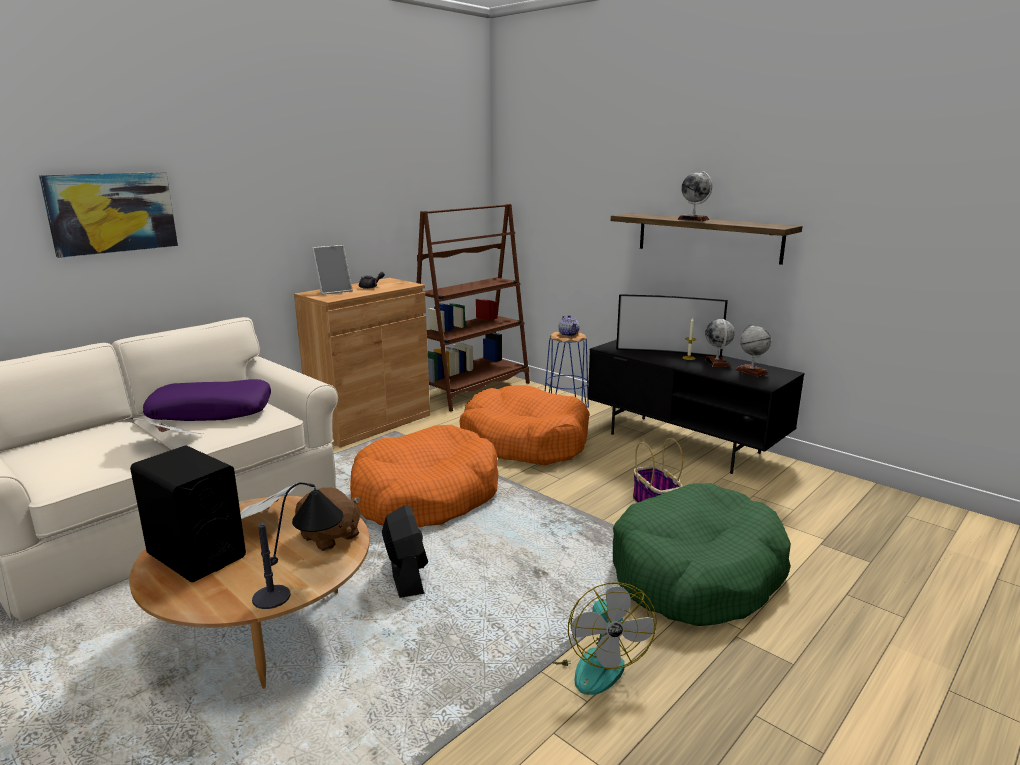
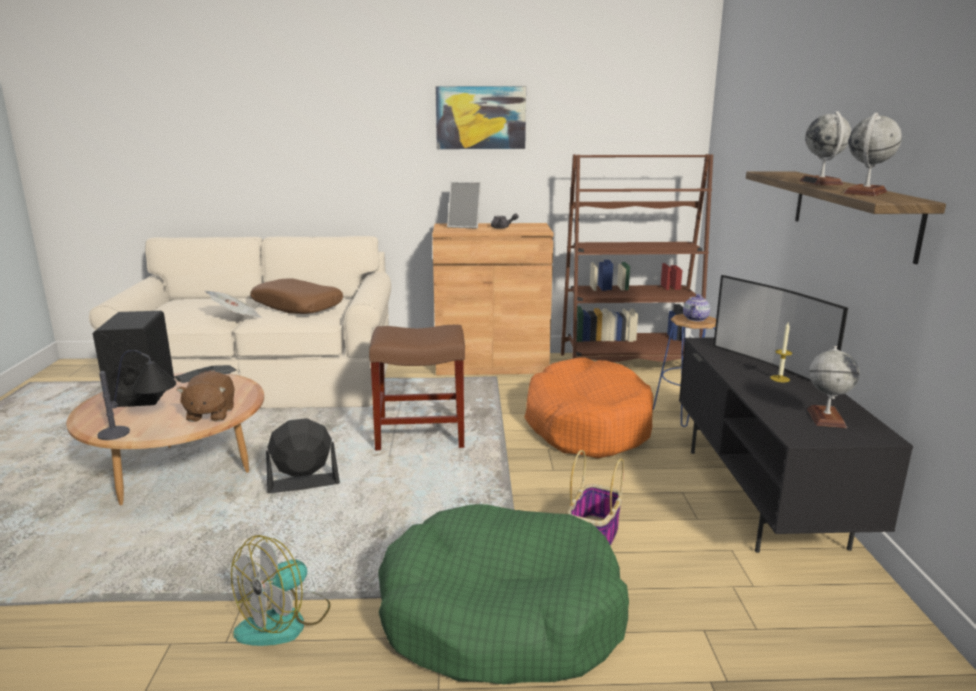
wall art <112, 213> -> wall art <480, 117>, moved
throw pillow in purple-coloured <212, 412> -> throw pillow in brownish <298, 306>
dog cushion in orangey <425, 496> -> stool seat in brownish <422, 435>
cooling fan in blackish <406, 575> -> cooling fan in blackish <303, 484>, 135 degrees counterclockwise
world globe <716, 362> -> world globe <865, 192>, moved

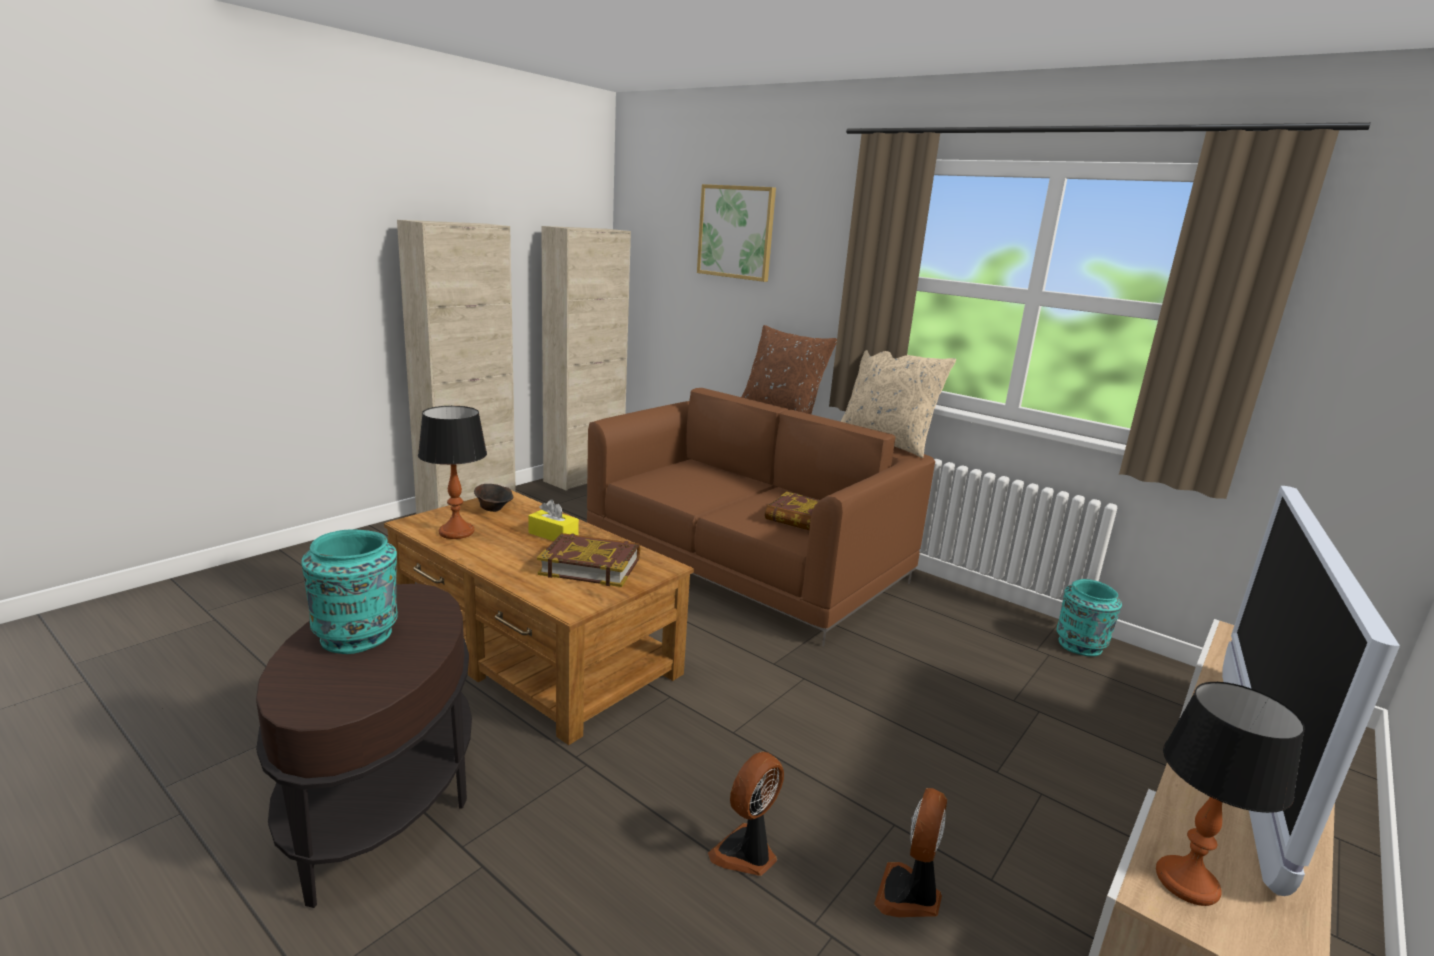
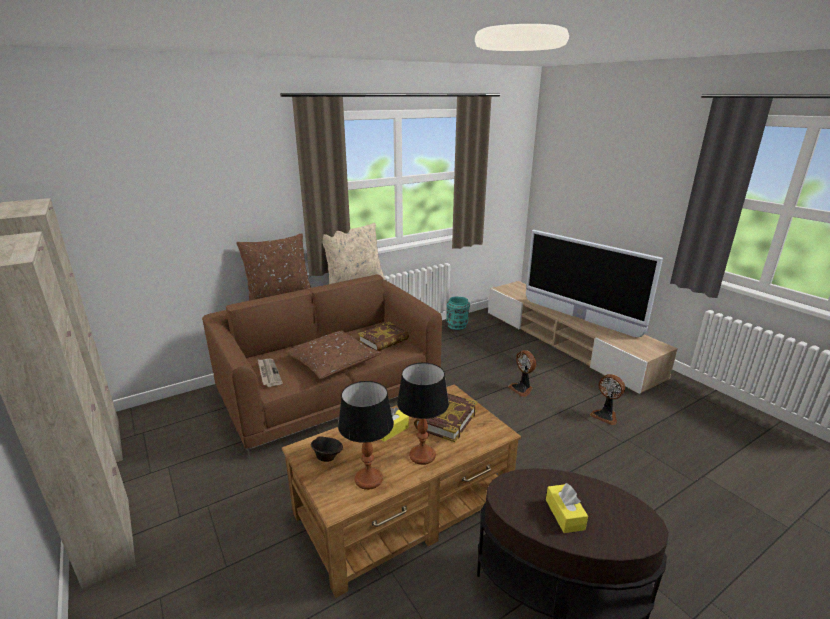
flower vase in turquoise <358, 637> -> tissue box in yellowish <564, 514>
wall art <736, 232> -> none
cooling fan <747, 854> -> cooling fan <522, 389>, moved
table lamp <1186, 882> -> table lamp <422, 456>, moved
none -> daily paper <268, 373>
none -> throw pillow in brownish <333, 362>

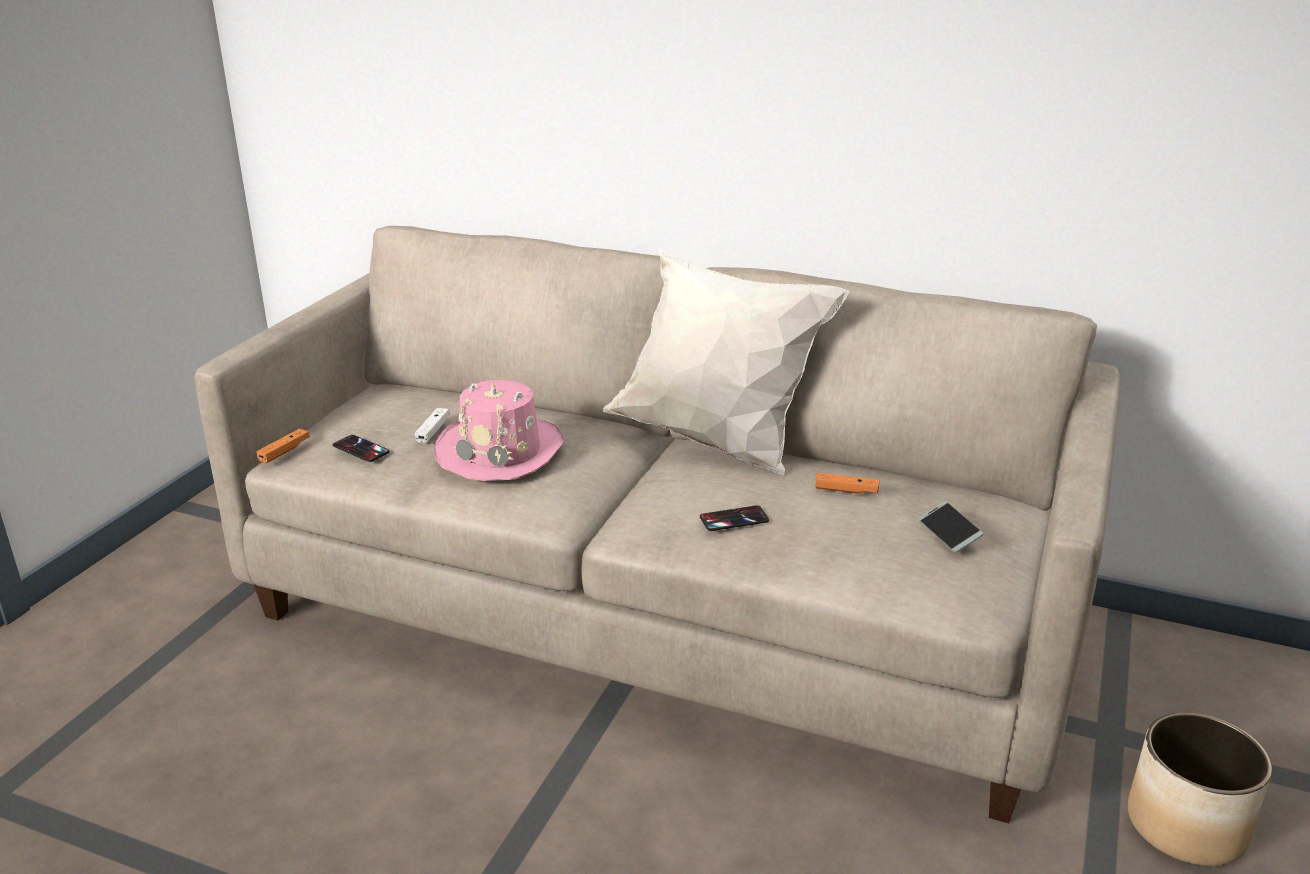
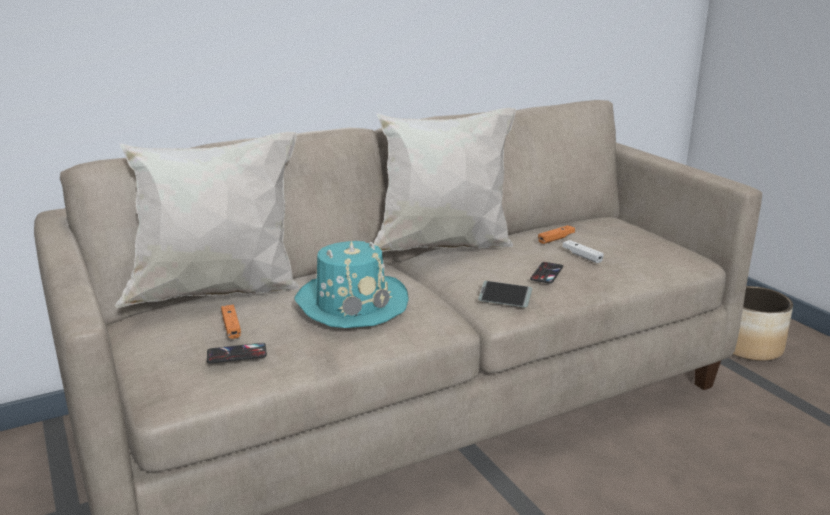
gamepad in orangey <284, 451> -> gamepad in orangey <231, 326>, moved
gamepad in white <433, 431> -> gamepad in white <582, 256>, moved
wearable hat in pink <501, 451> -> wearable hat in turquoise <351, 303>
phone <949, 533> -> phone <505, 299>, moved
none -> throw pillow in white <219, 294>

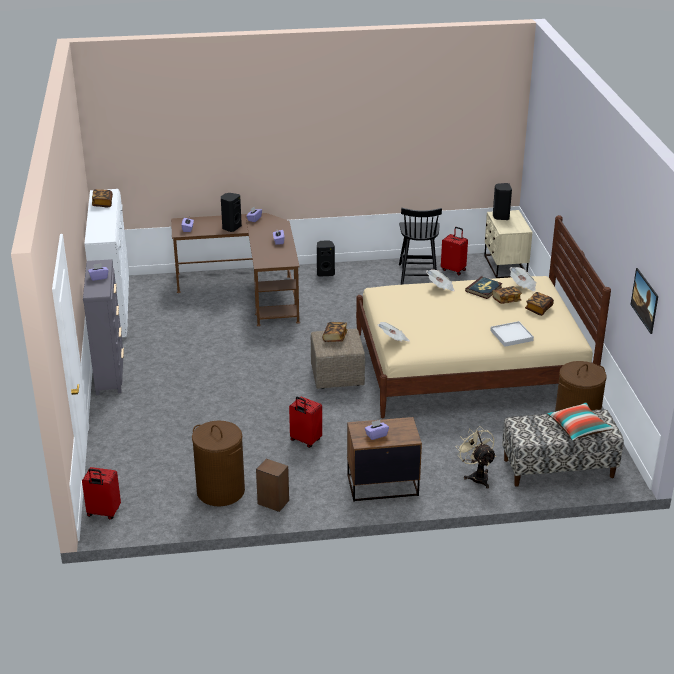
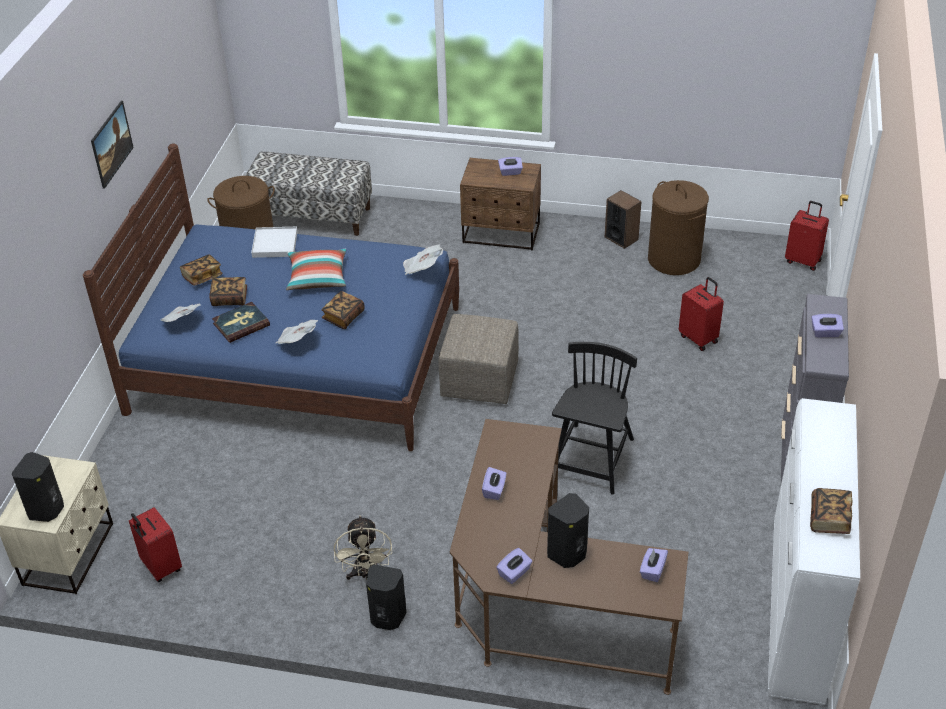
suitcase in red <305, 440> -> suitcase in red <699, 338>, moved
volume <335, 337> -> volume <343, 317>, moved
bedroom bed in beige-coloured <470, 366> -> bedroom bed in blue <298, 359>
upright chair in blackish <418, 275> -> upright chair in blackish <592, 460>, moved
cooling fan in beige-coloured <477, 476> -> cooling fan in beige-coloured <366, 574>, moved
throw pillow <578, 428> -> throw pillow <317, 277>, moved
wall art <643, 309> -> wall art <114, 156>, moved

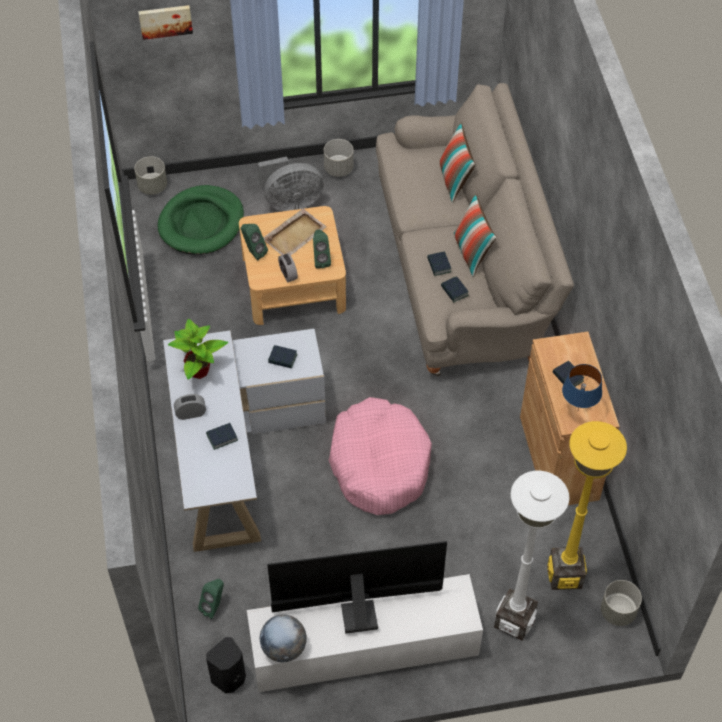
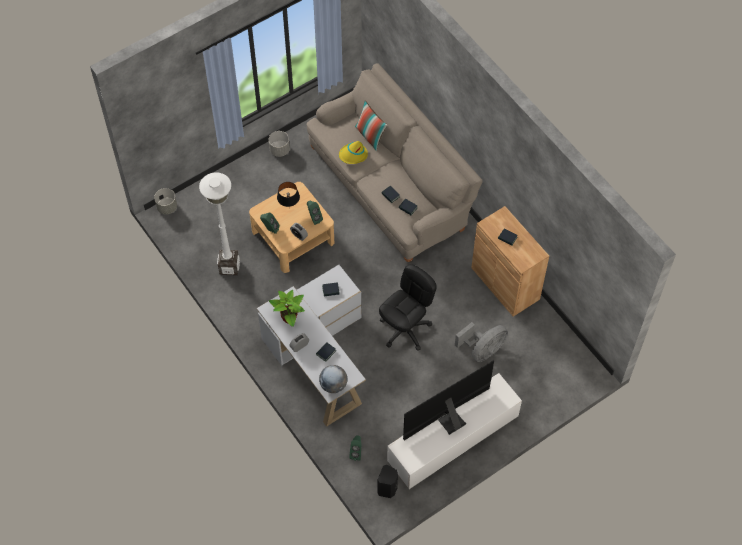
wall art <165, 20> -> none
dog cushion in green-coloured <201, 223> -> none
cooling fan in grey <291, 202> -> cooling fan in grey <483, 350>, moved
world globe <284, 648> -> world globe <333, 385>, moved
tray in beige-coloured <295, 234> -> table lamp in blackish <289, 208>
dog cushion in pink <379, 464> -> desk chair in blackish <405, 329>
throw pillow <472, 253> -> none
floor lamp in white <514, 621> -> floor lamp in white <229, 267>, moved
floor lamp in yellowish <564, 575> -> none
table lamp in blue <578, 411> -> none
planter in grey <618, 612> -> none
none -> wearable hat in yellowish <353, 155>

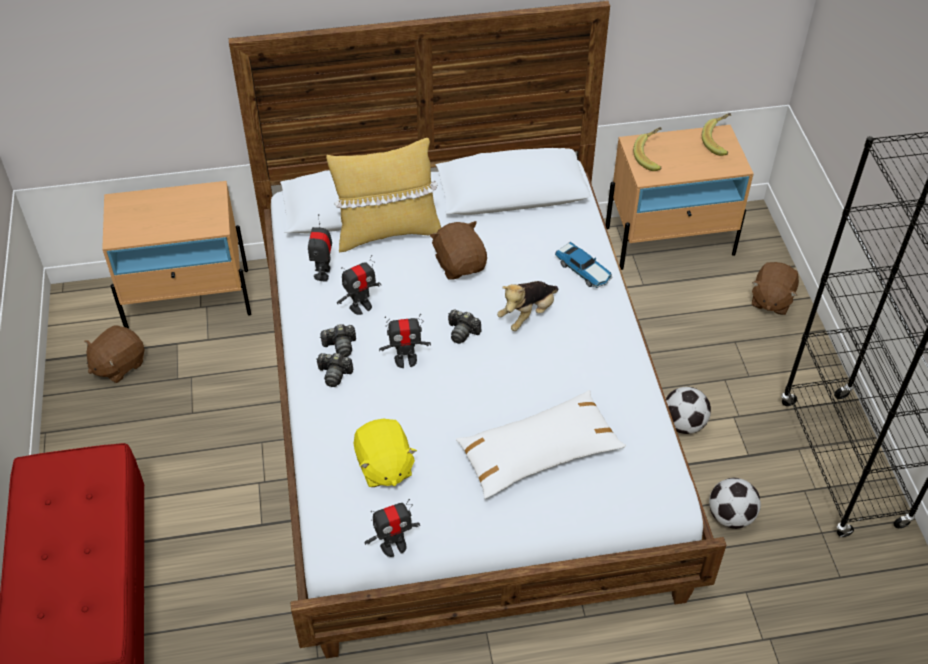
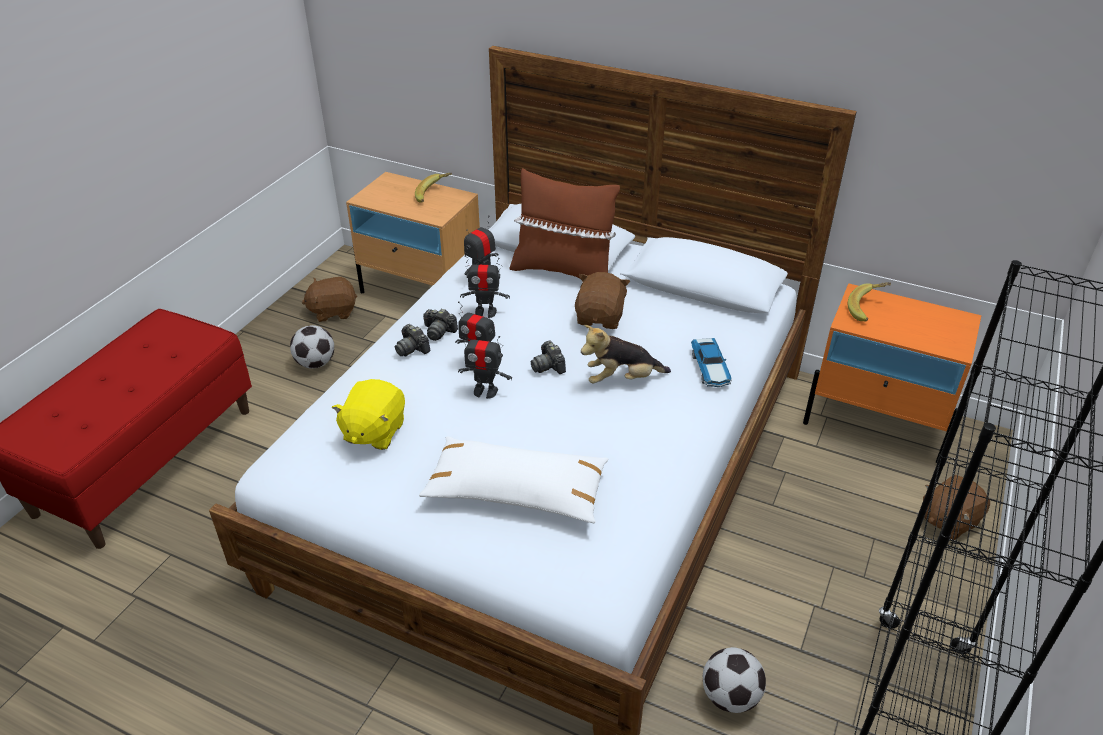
throw pillow in yellowish <387, 232> -> throw pillow in brownish <563, 271>
toy robot <393, 546> -> toy robot <485, 391>, moved
bedside table in beige-coloured <670, 241> -> bedside table in orangey <877, 422>
football ball <683, 424> -> football ball <315, 363>, moved
banana <719, 142> -> banana <434, 195>, moved

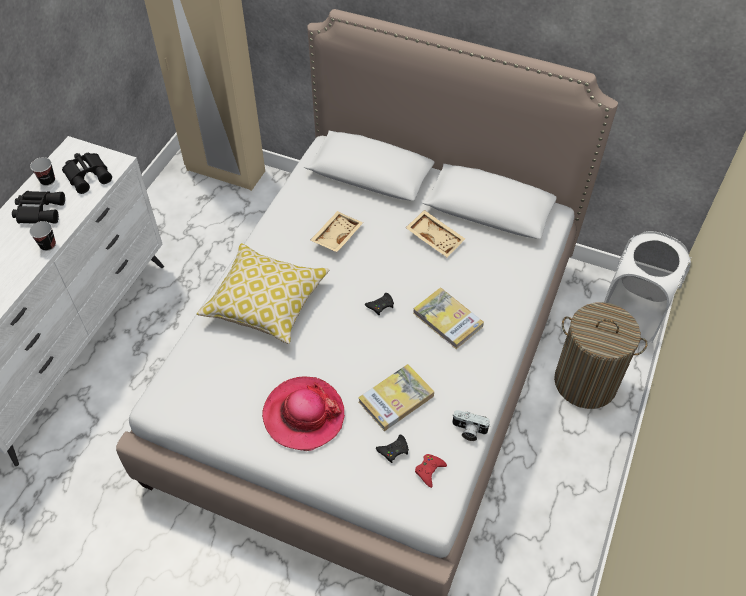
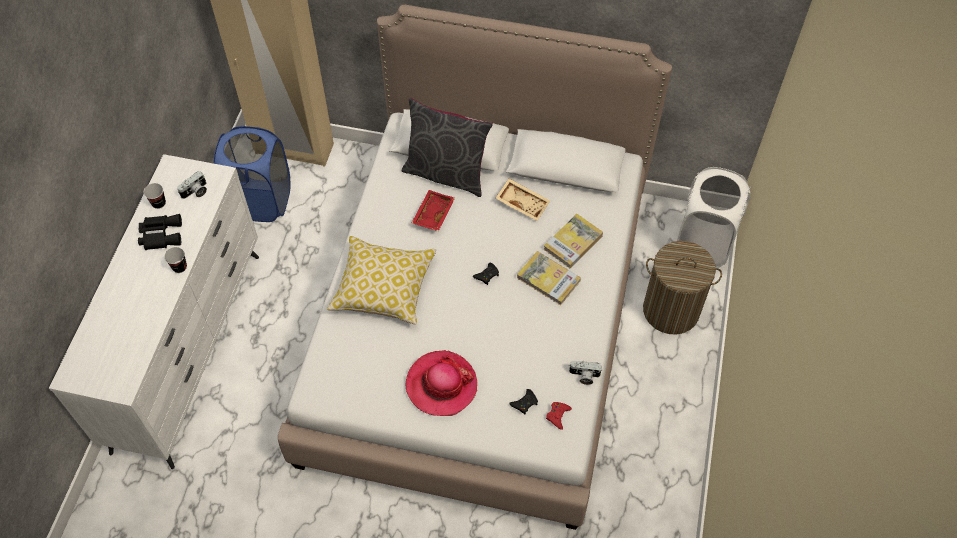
field glasses in blackish <88, 175> -> photo camera <195, 192>
tray in beige-coloured <336, 236> -> tray in red <432, 214>
volume <396, 399> -> volume <573, 242>, moved
none -> laundry basket in blue <261, 201>
none -> throw pillow in grey <446, 173>

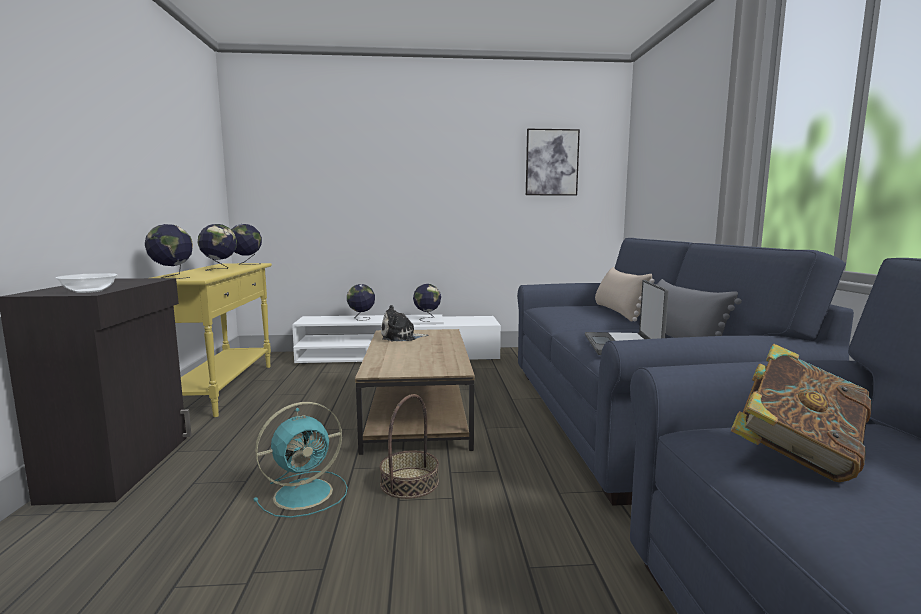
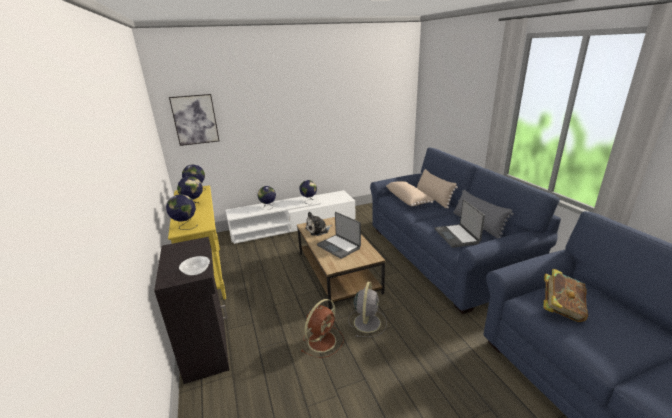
cooling fan in turquoise <306, 493> -> cooling fan in brownish <323, 340>
household basket <409, 482> -> cooling fan in grey <367, 322>
wall art <552, 162> -> wall art <195, 119>, moved
none -> laptop <339, 246>
none -> throw pillow in beige-coloured <408, 199>

